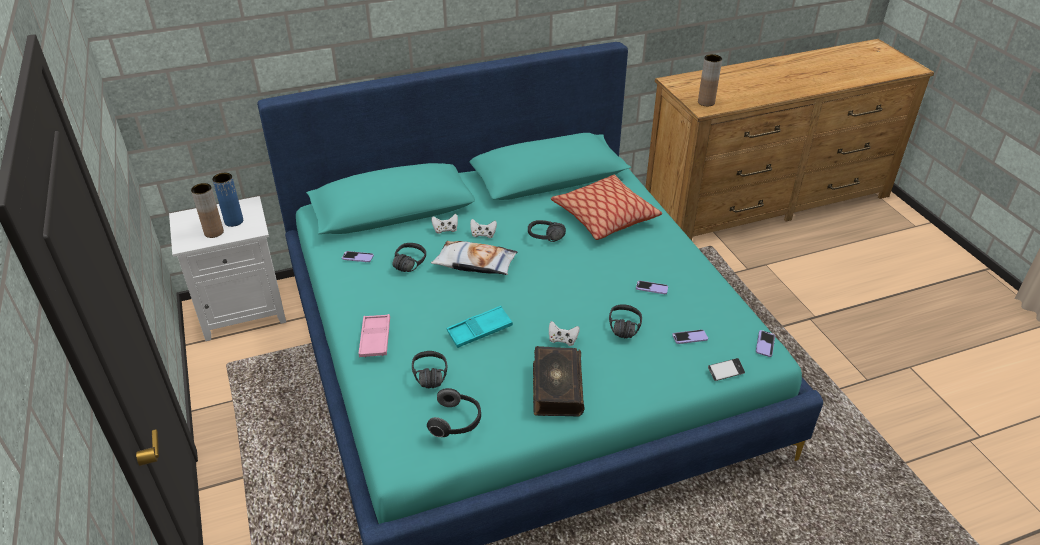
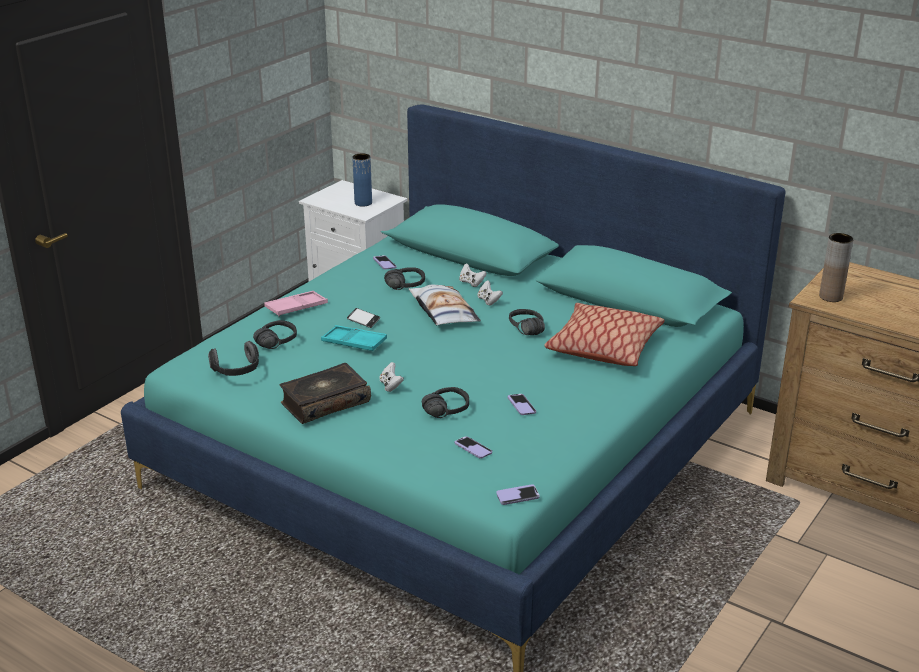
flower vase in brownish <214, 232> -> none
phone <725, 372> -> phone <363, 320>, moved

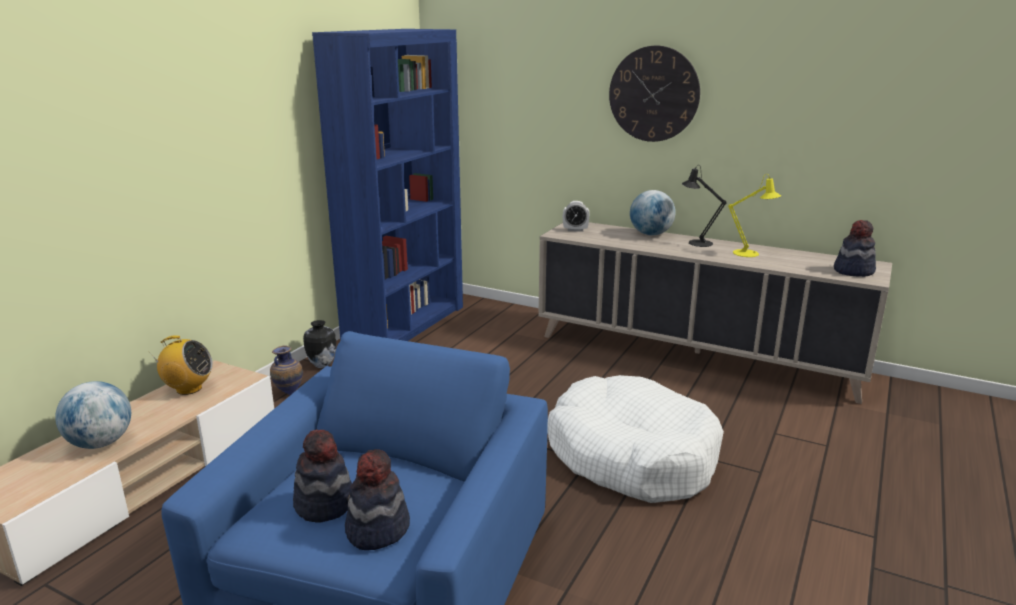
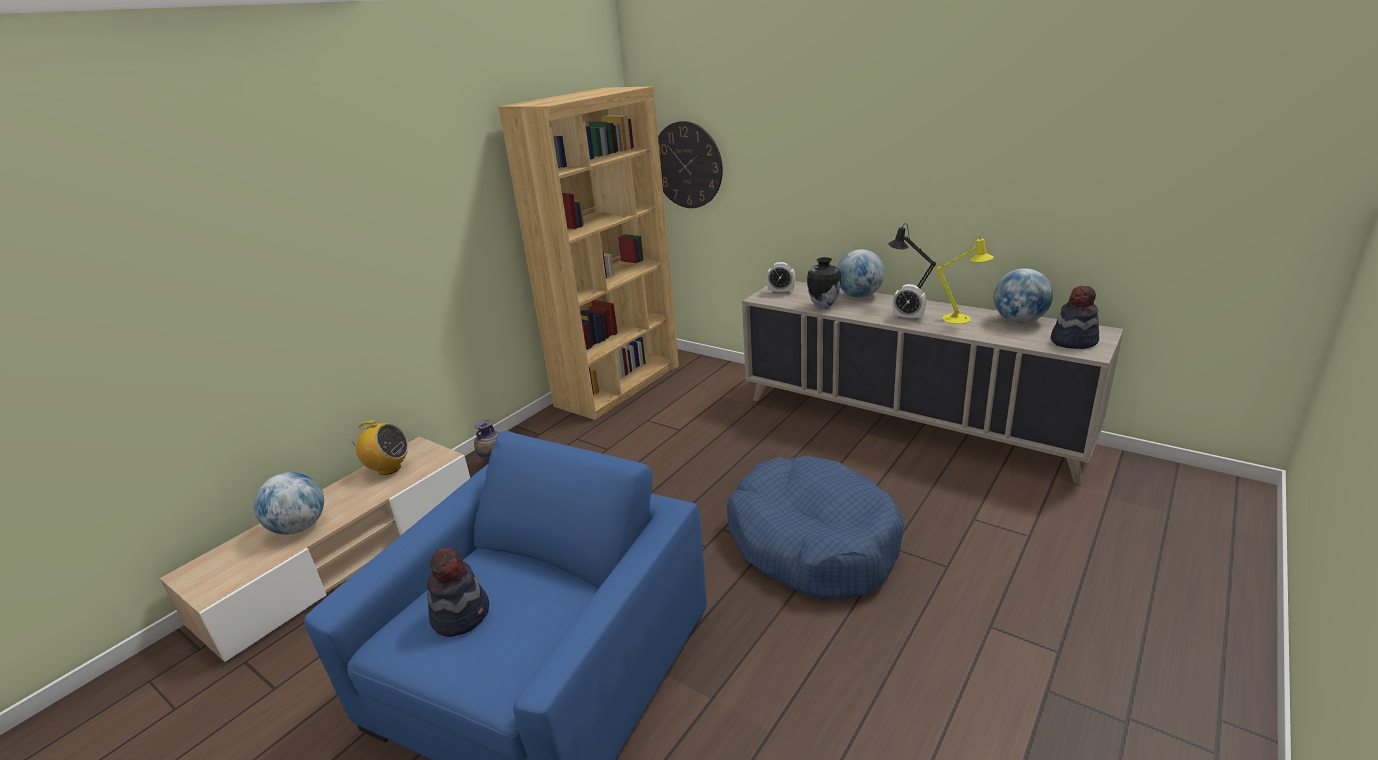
flower vase <321, 365> -> flower vase <823, 306>, moved
shelving unit in blue <405, 323> -> shelving unit in brownish <619, 385>
wearable hat <377, 529> -> none
dog cushion in white <631, 456> -> dog cushion in blue <812, 542>
clock on the wall <653, 94> -> clock on the wall <687, 165>, moved
none -> table clock <908, 318>
none -> world globe <1019, 321>

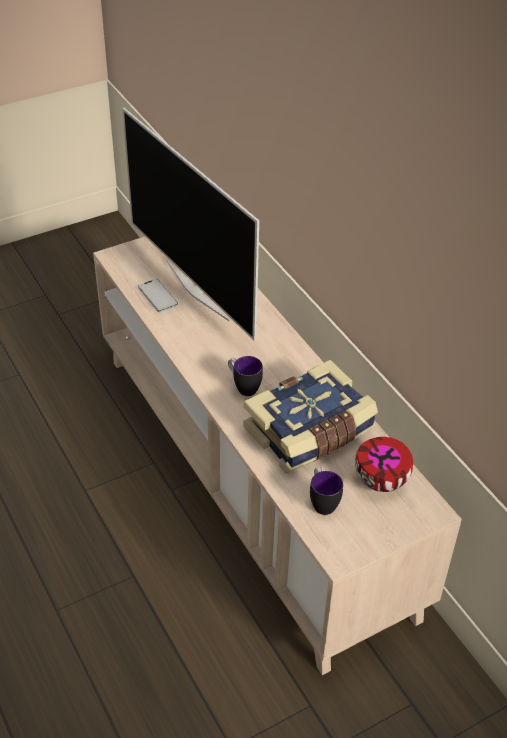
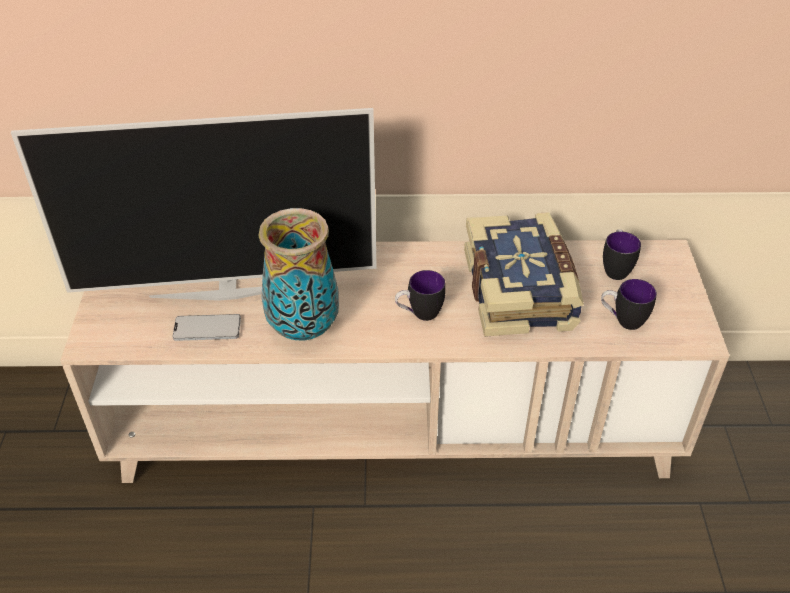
bowl <382, 481> -> mug <615, 268>
none -> flower vase <303, 330>

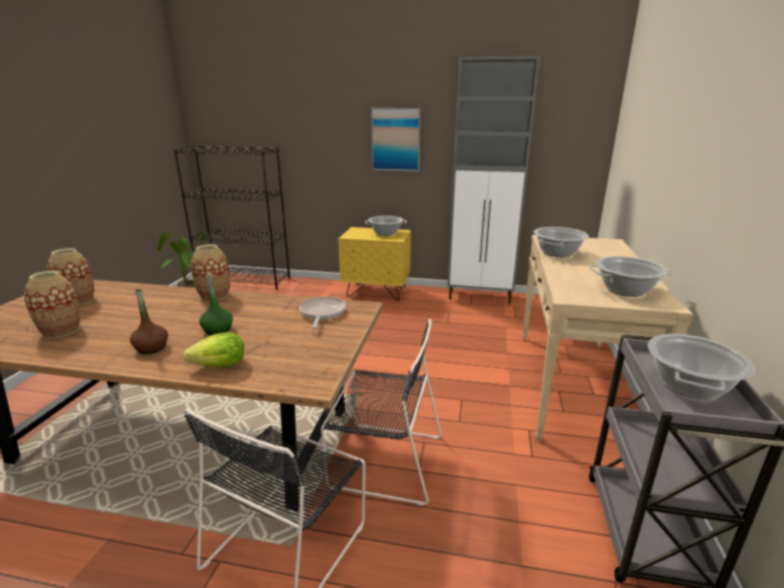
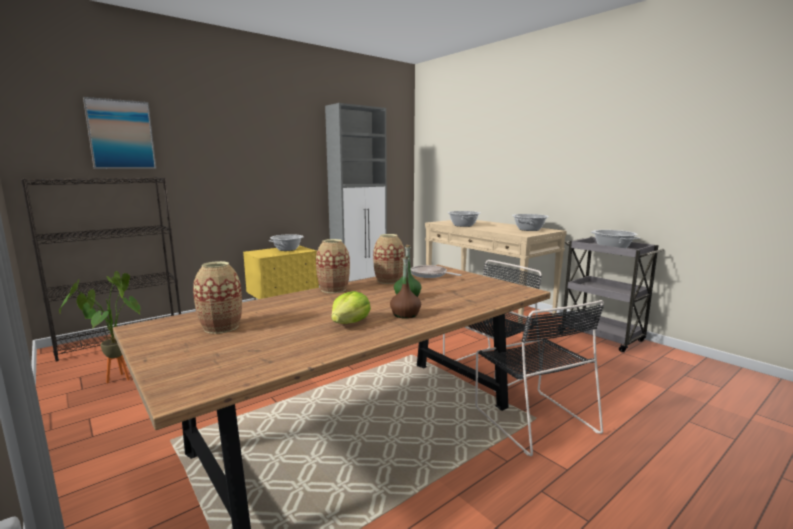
flower vase <61, 331> -> flower vase <388, 280>, moved
lettuce <220, 365> -> lettuce <350, 323>, moved
wall art <396, 139> -> wall art <121, 135>, moved

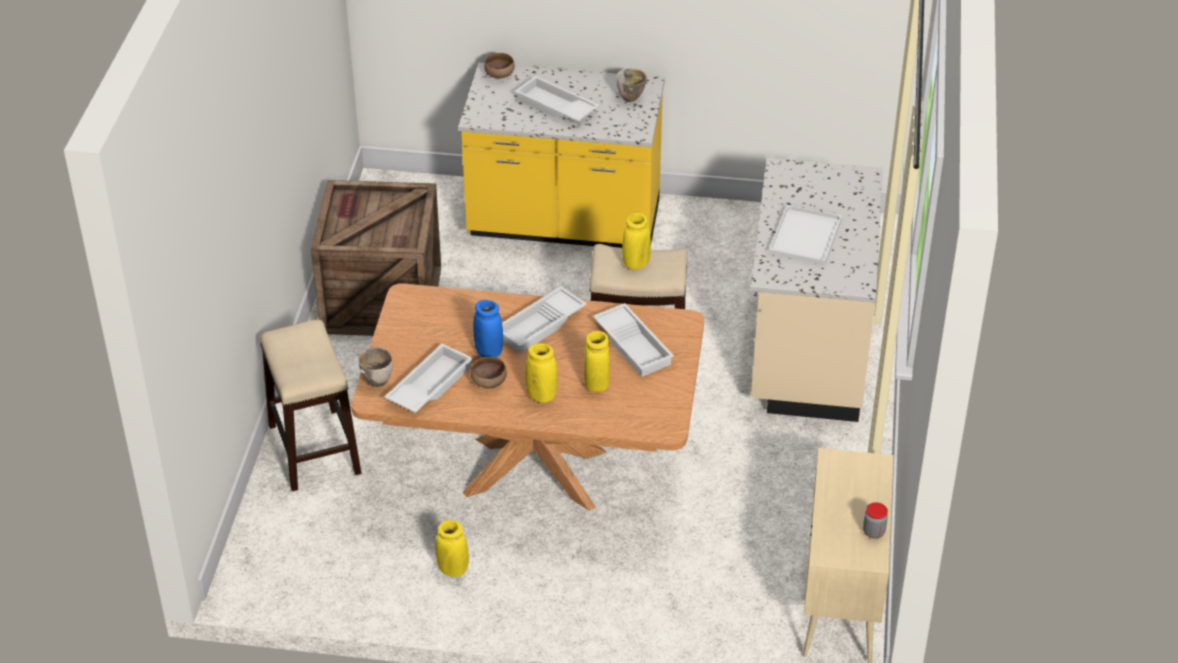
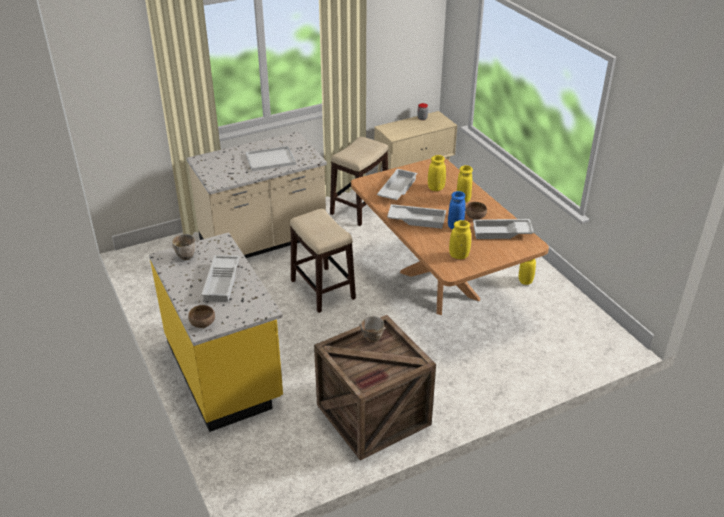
stool seat <314, 448> -> stool seat <359, 208>, moved
bowl <378, 381> -> bowl <371, 339>, moved
flower vase in yellowish <636, 263> -> flower vase in yellowish <459, 255>, moved

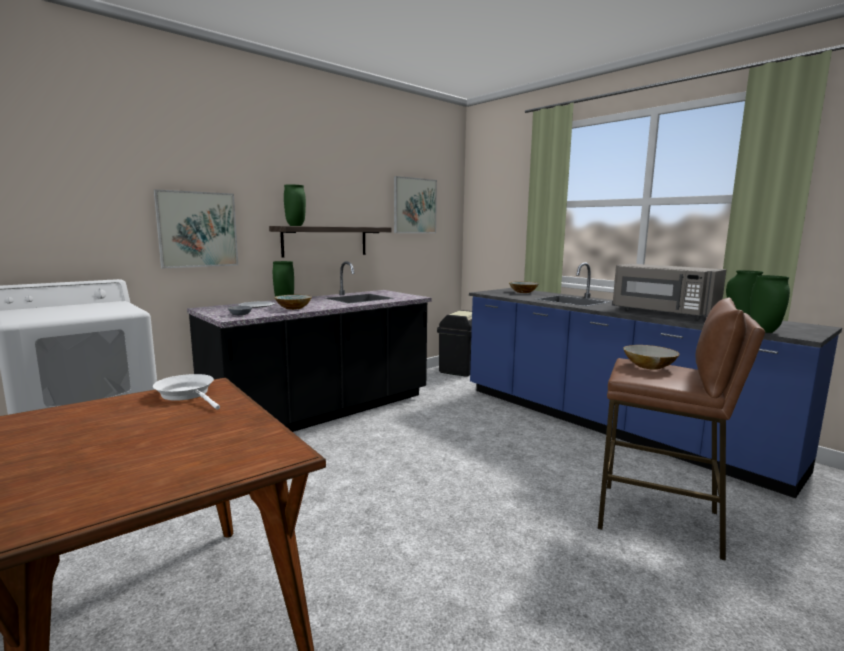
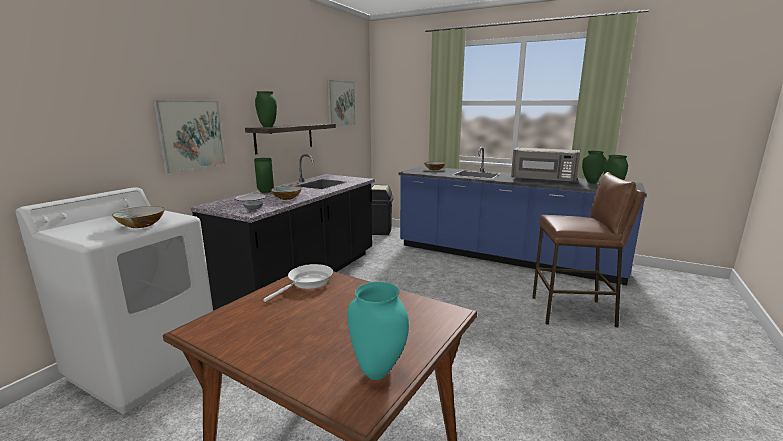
skillet in white <188, 394> -> skillet in white <308, 283>, 105 degrees clockwise
bowl <648, 366> -> bowl <141, 225>, moved
none -> flower vase in turquoise <379, 371>

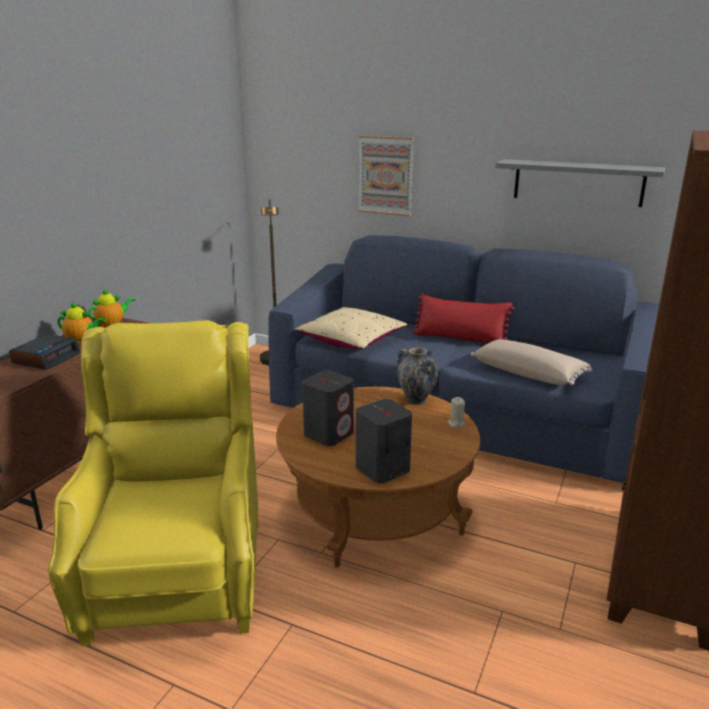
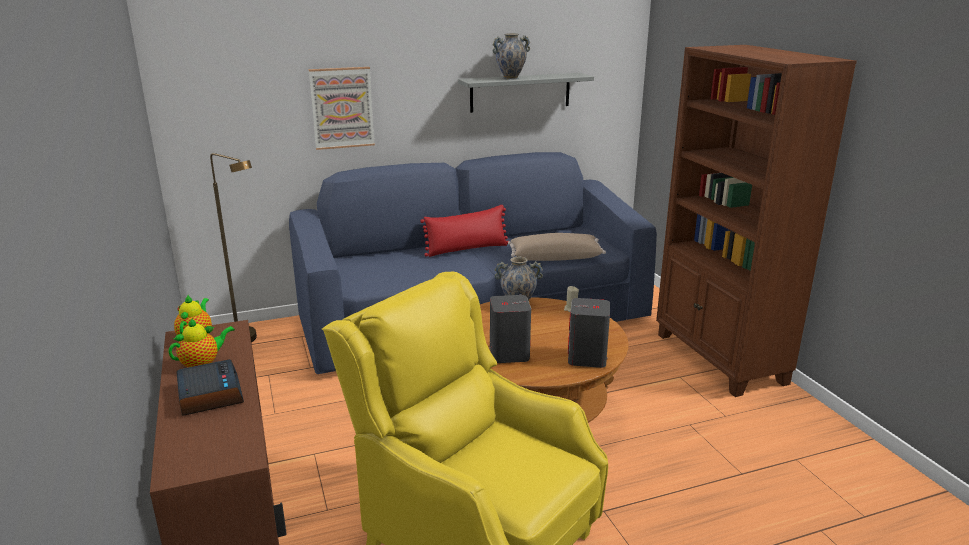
throw pillow in beige-coloured <351, 340> -> none
none -> flower vase <510, 78>

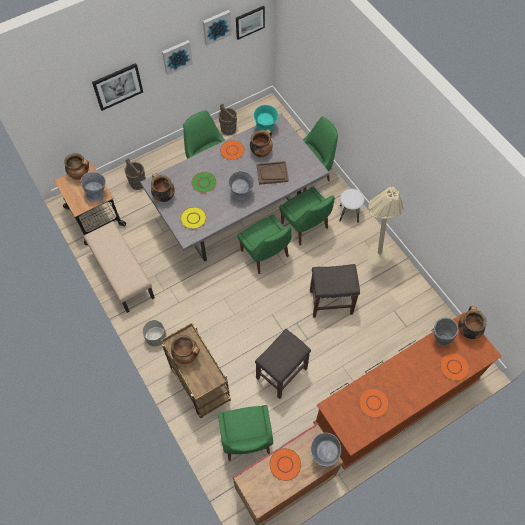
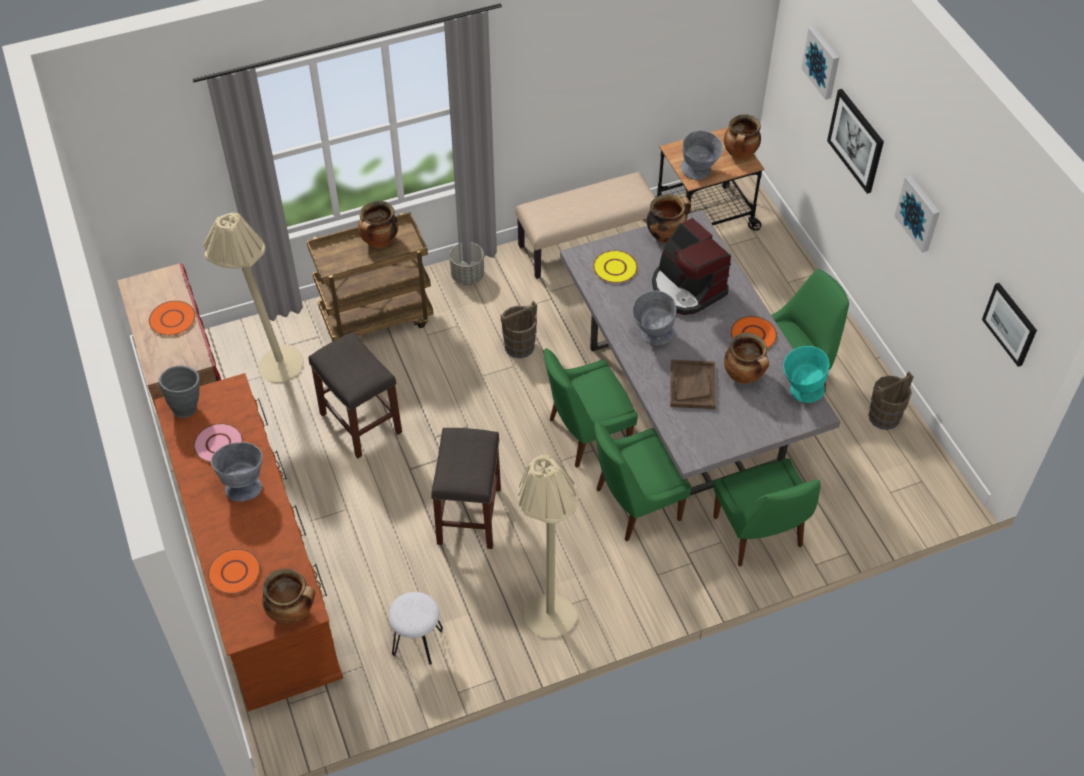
bucket in brownish <138, 183> -> bucket in brownish <519, 346>, moved
dinner plate in green-coloured <203, 182> -> coffee maker <687, 288>
wall art <216, 27> -> wall art <822, 62>, moved
upright chair in green-coloured <246, 441> -> floor lamp in beige-coloured <270, 364>
bowl in grey <323, 455> -> bowl in grey <244, 484>, moved
stool seat in white <349, 214> -> stool seat in white <417, 643>, moved
dinner plate in orangey <373, 403> -> dinner plate in pink <219, 444>
flower vase in grey <439, 338> -> flower vase in grey <187, 406>, moved

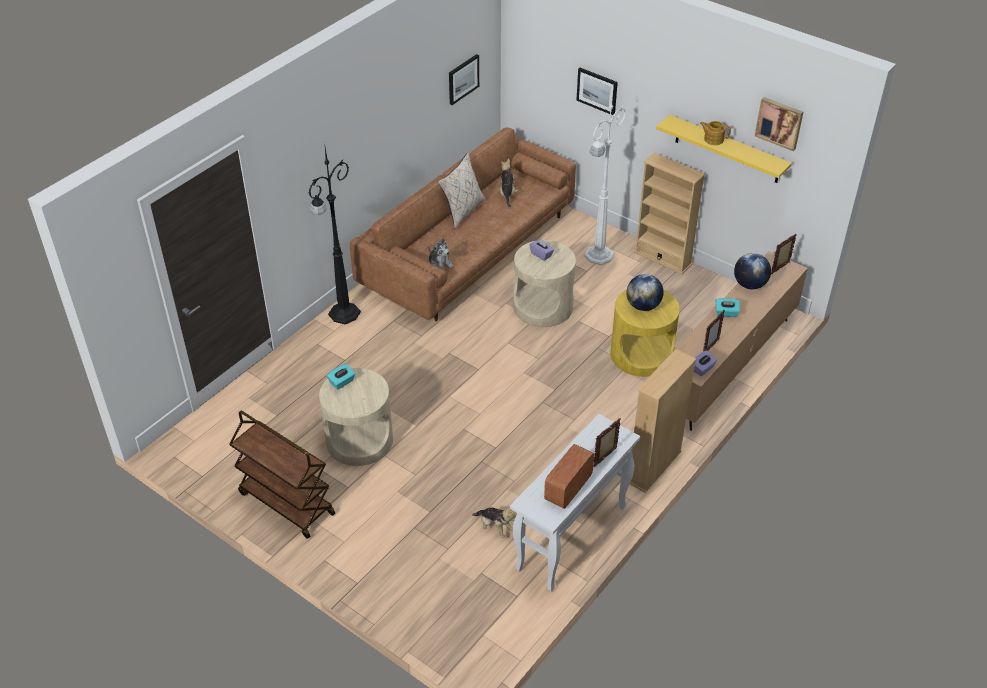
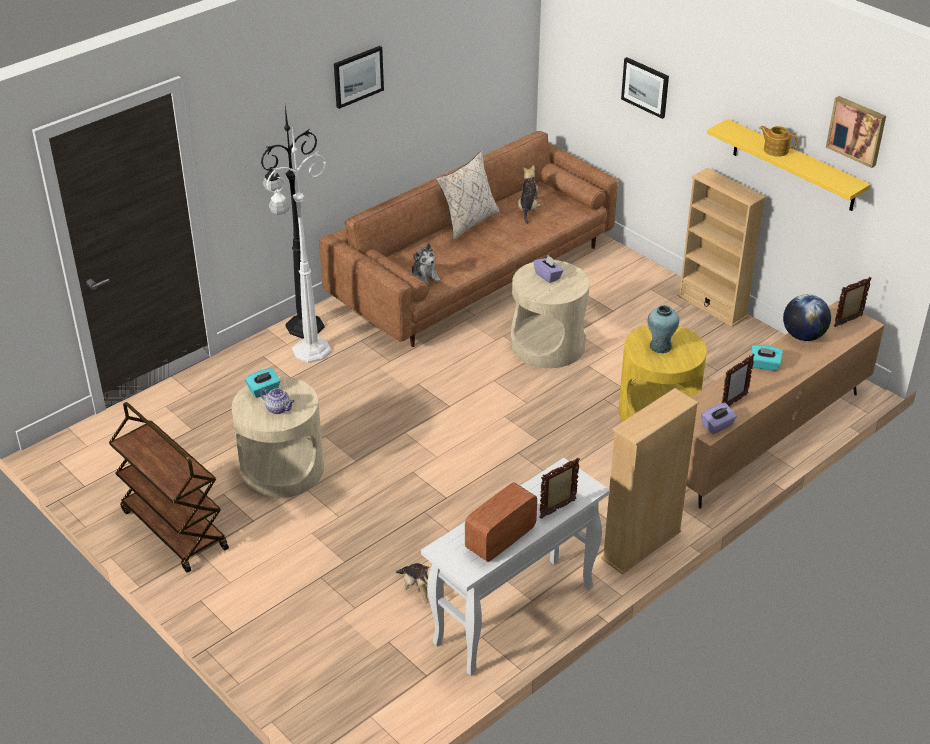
wall art <463, 79> -> wall art <358, 76>, moved
floor lamp in white <597, 256> -> floor lamp in white <309, 351>, moved
world globe <643, 306> -> flower vase in turquoise <660, 346>
none -> teapot <279, 409>

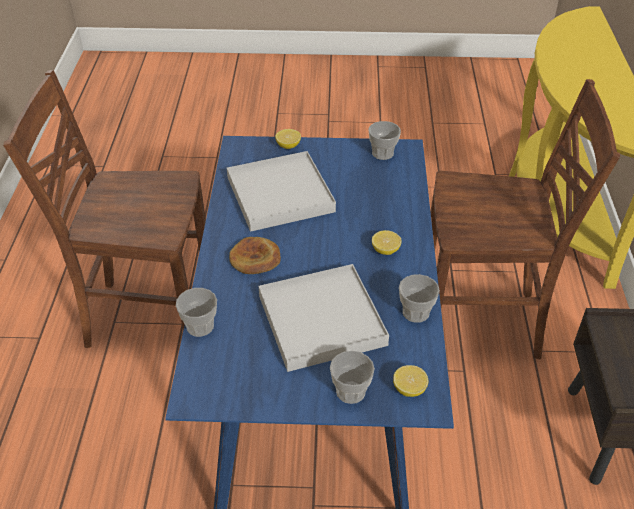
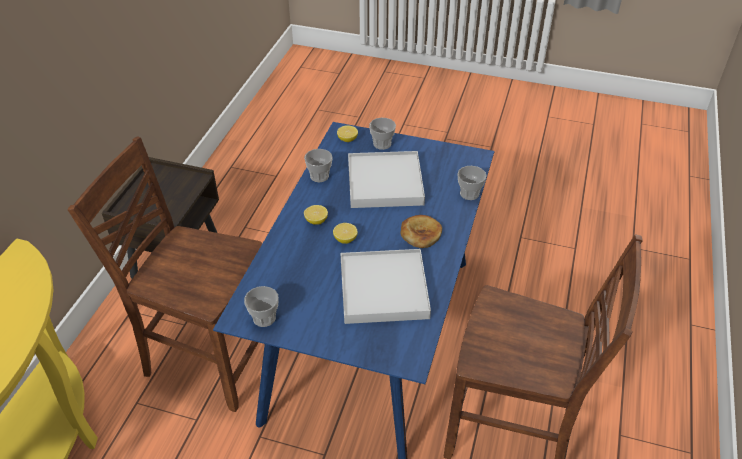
whole lemon <288, 146> -> whole lemon <345, 239>, moved

